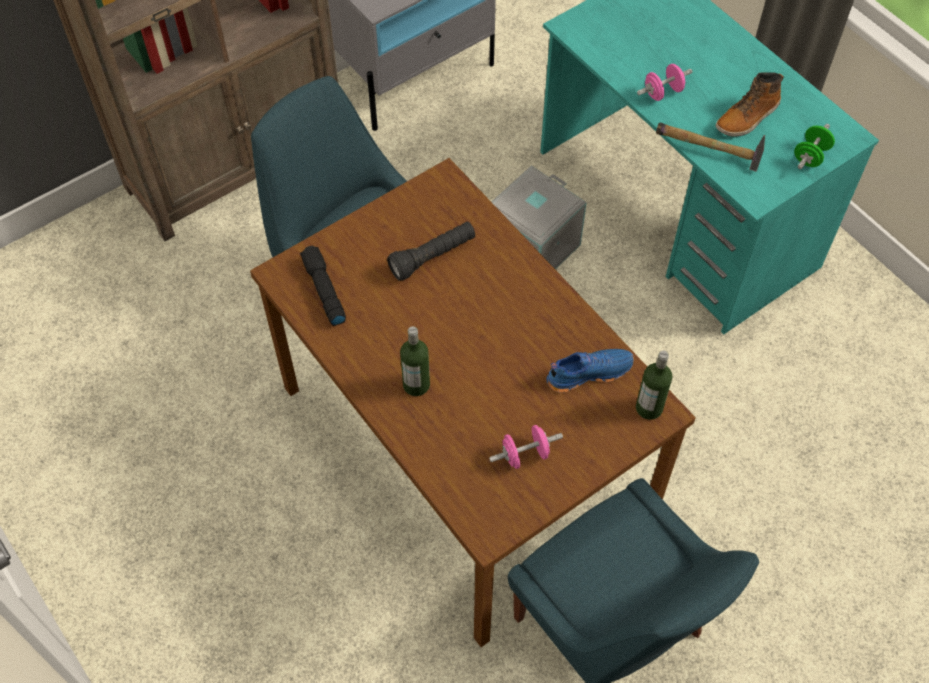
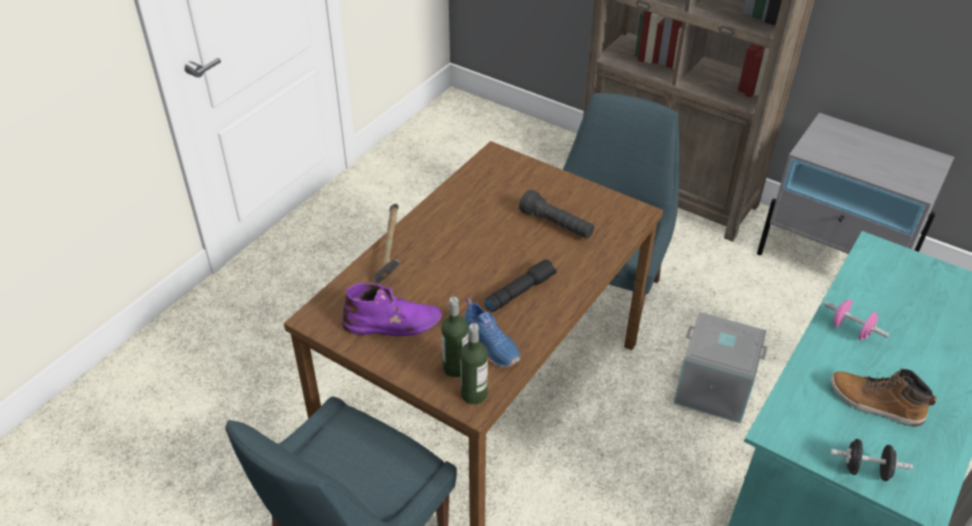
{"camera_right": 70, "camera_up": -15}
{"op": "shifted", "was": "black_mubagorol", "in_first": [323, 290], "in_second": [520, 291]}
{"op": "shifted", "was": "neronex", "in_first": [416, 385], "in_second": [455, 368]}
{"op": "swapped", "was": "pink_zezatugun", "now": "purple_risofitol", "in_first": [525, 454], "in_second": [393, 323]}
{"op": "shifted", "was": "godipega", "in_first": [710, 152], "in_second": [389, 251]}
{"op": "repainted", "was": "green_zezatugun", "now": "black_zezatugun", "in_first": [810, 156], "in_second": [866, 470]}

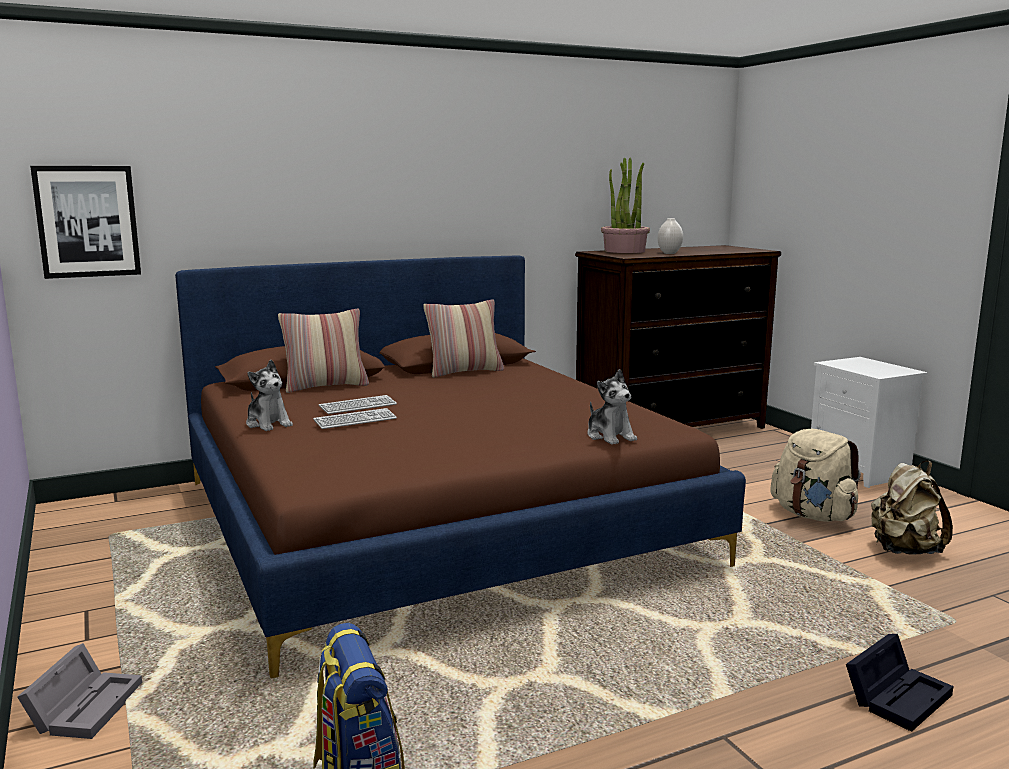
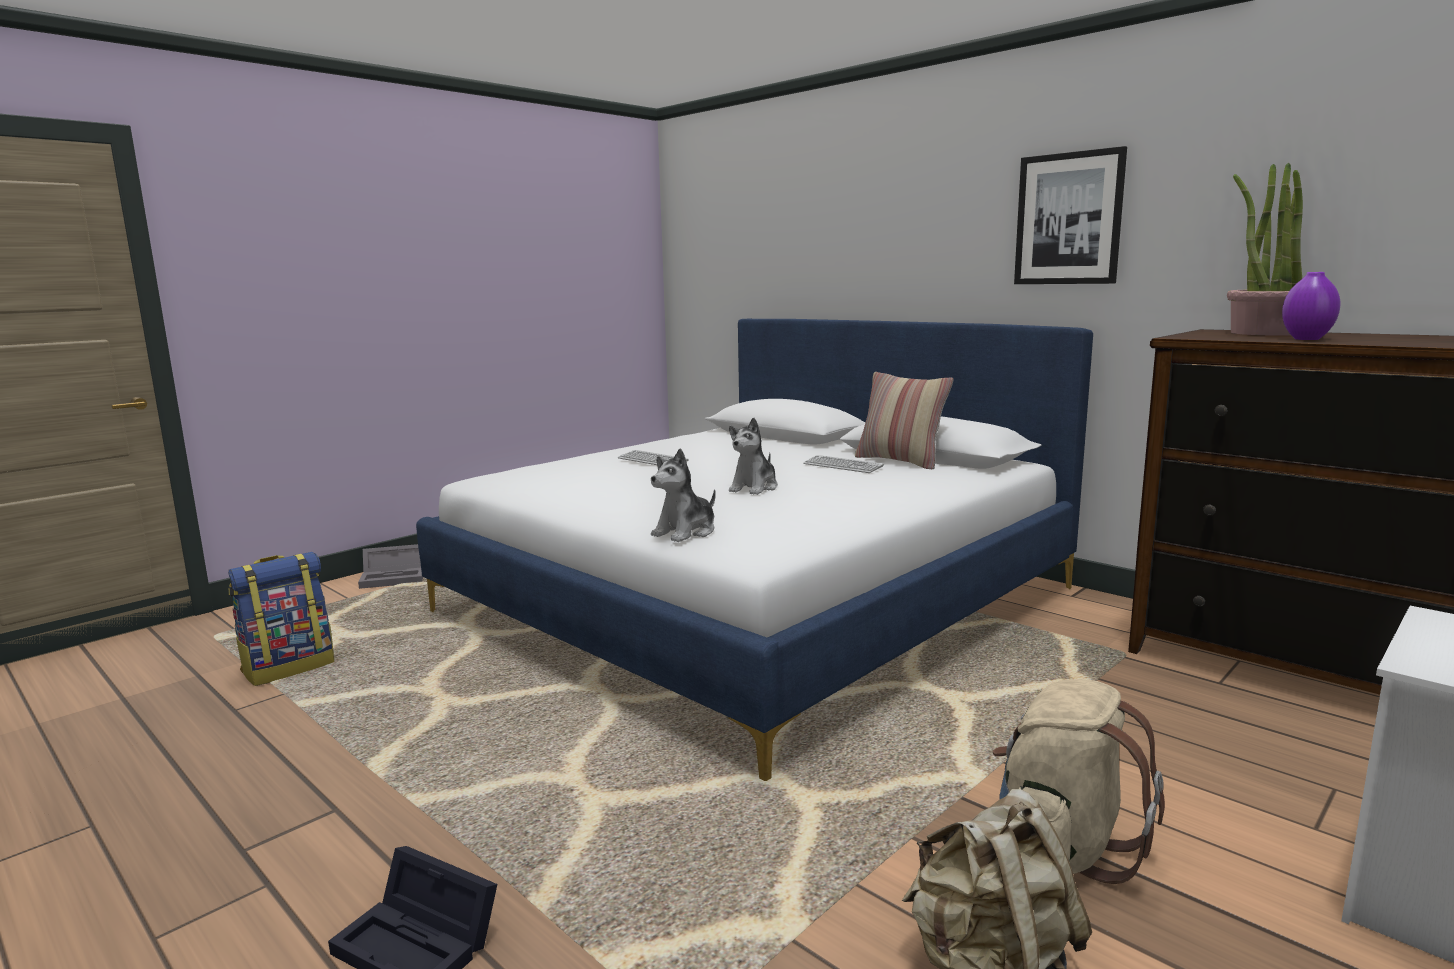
{"camera_right": 70, "camera_up": 0}
{"op": "shifted", "was": "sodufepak", "in_first": [87, 221], "in_second": [1068, 219]}
{"op": "repainted", "was": "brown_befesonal", "now": "white_befesonal", "in_first": [433, 520], "in_second": [756, 600]}
{"op": "shifted", "was": "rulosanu", "in_first": [268, 424], "in_second": [754, 488]}
{"op": "gone", "was": "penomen", "in_first": [325, 386]}
{"op": "shifted", "was": "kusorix", "in_first": [358, 406], "in_second": [842, 466]}
{"op": "repainted", "was": "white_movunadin", "now": "purple_movunadin", "in_first": [669, 253], "in_second": [1307, 339]}

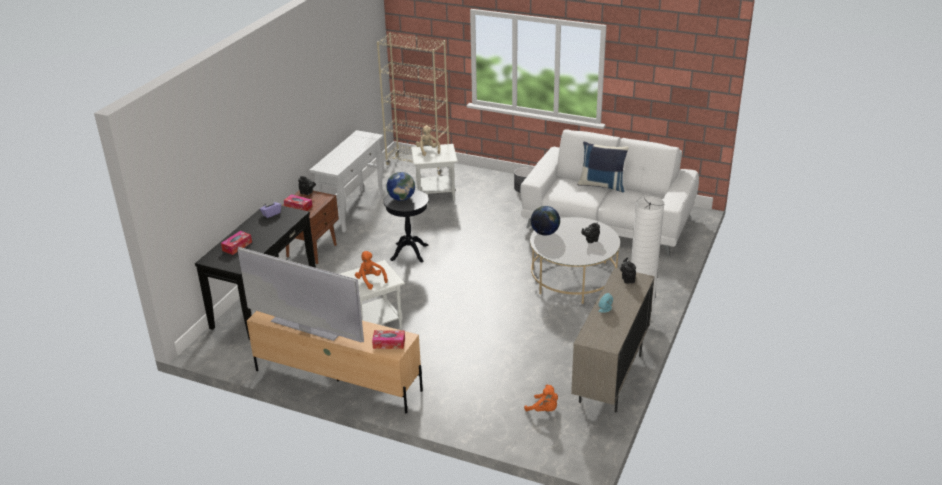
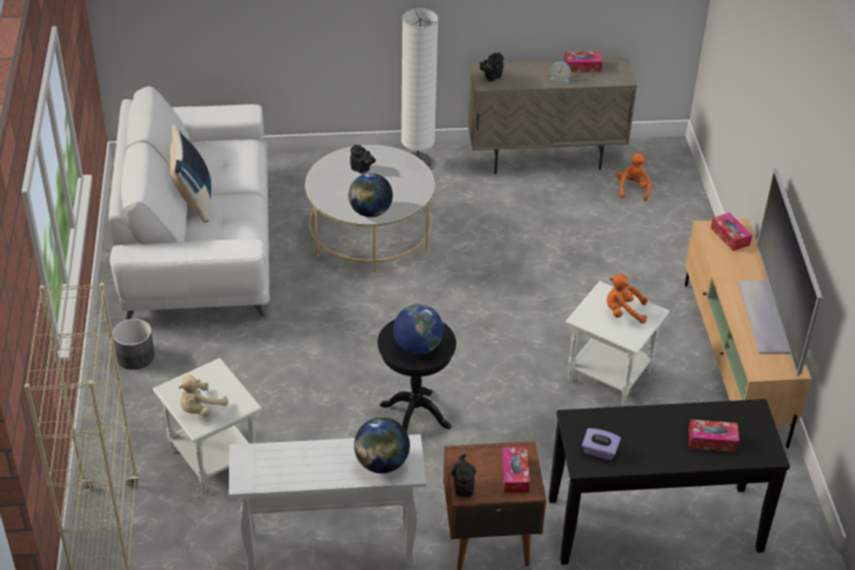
{"camera_right": -120, "camera_up": 10}
{"op": "rotated", "was": "orange_rulosanu", "in_first": [370, 280], "in_second": [623, 312], "clockwise": 75}
{"op": "new", "now": "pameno", "in_second": [381, 463]}
{"op": "new", "now": "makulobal", "in_second": [582, 66]}

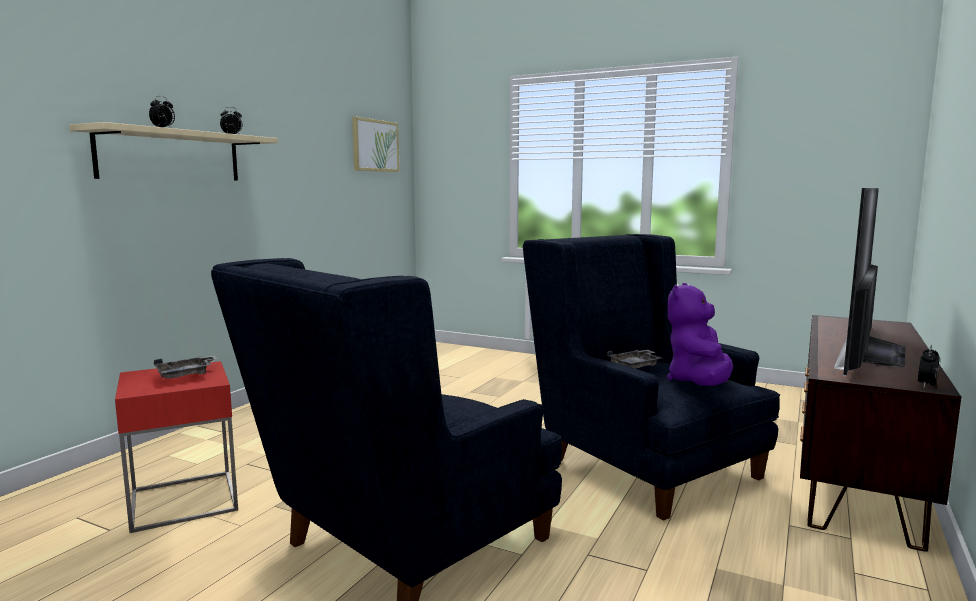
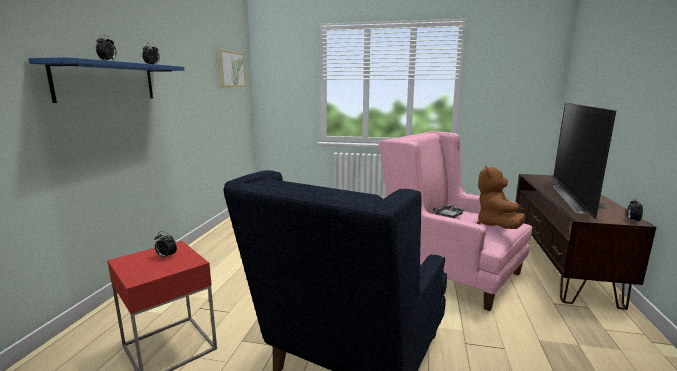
{"camera_right": -15, "camera_up": 5}
{"op": "repainted", "was": "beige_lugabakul", "now": "blue_lugabakul", "in_first": [171, 156], "in_second": [107, 82]}
{"op": "swapped", "was": "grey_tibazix", "now": "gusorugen", "in_first": [186, 374], "in_second": [166, 256]}
{"op": "repainted", "was": "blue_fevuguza", "now": "pink_fevuguza", "in_first": [640, 462], "in_second": [449, 272]}
{"op": "repainted", "was": "purple_rulosanu", "now": "brown_rulosanu", "in_first": [699, 383], "in_second": [496, 225]}

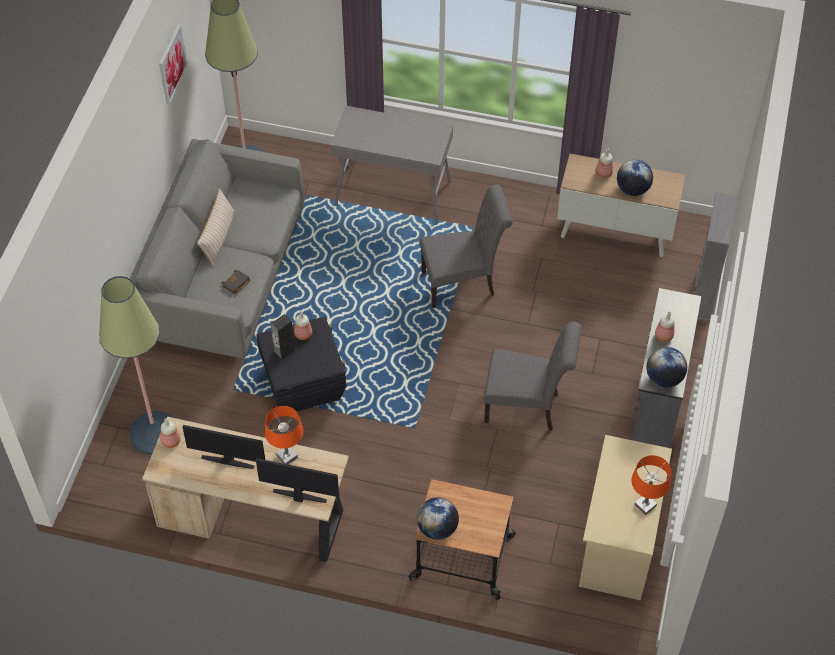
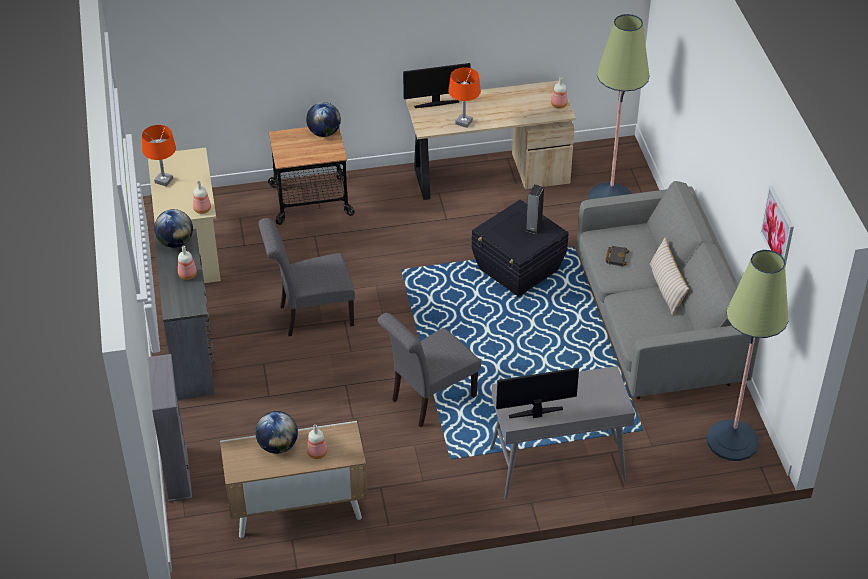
{"camera_right": 155, "camera_up": -10}
{"op": "shifted", "was": "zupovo", "in_first": [228, 460], "in_second": [536, 414]}
{"op": "shifted", "was": "neronex", "in_first": [303, 333], "in_second": [203, 209]}

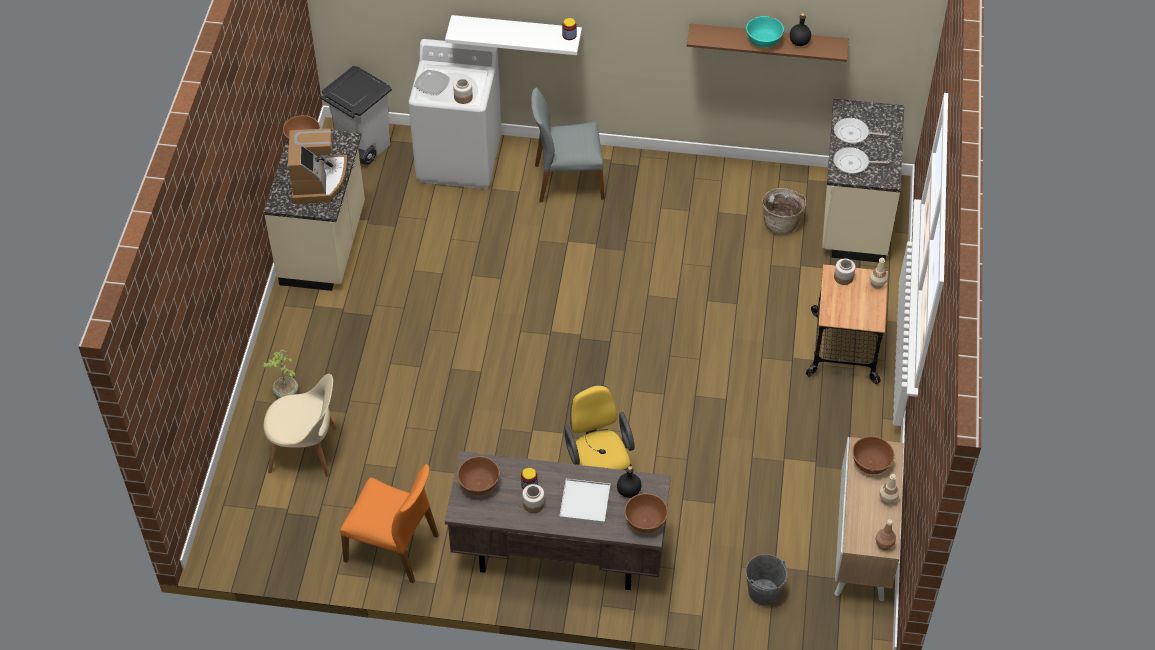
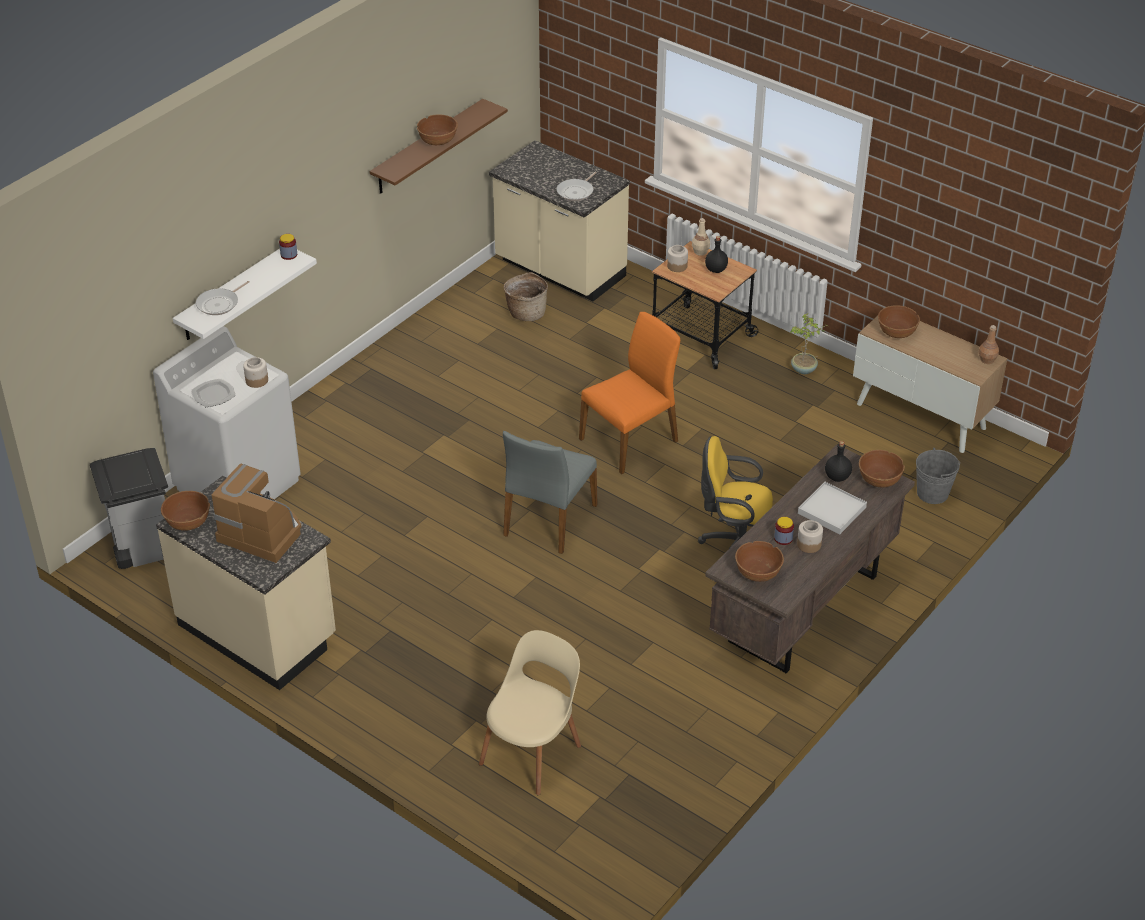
{"camera_right": -60, "camera_up": -10}
{"op": "shifted", "was": "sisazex", "in_first": [286, 393], "in_second": [804, 370]}
{"op": "shifted", "was": "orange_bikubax", "in_first": [393, 547], "in_second": [630, 440]}
{"op": "shifted", "was": "grey_bikubax", "in_first": [568, 180], "in_second": [548, 520]}
{"op": "repainted", "was": "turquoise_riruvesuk", "now": "brown_riruvesuk", "in_first": [763, 41], "in_second": [438, 141]}
{"op": "shifted", "was": "black_neronex", "in_first": [799, 42], "in_second": [715, 270]}
{"op": "shifted", "was": "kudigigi", "in_first": [853, 134], "in_second": [220, 304]}
{"op": "gone", "was": "beige_neronex", "in_first": [888, 499]}

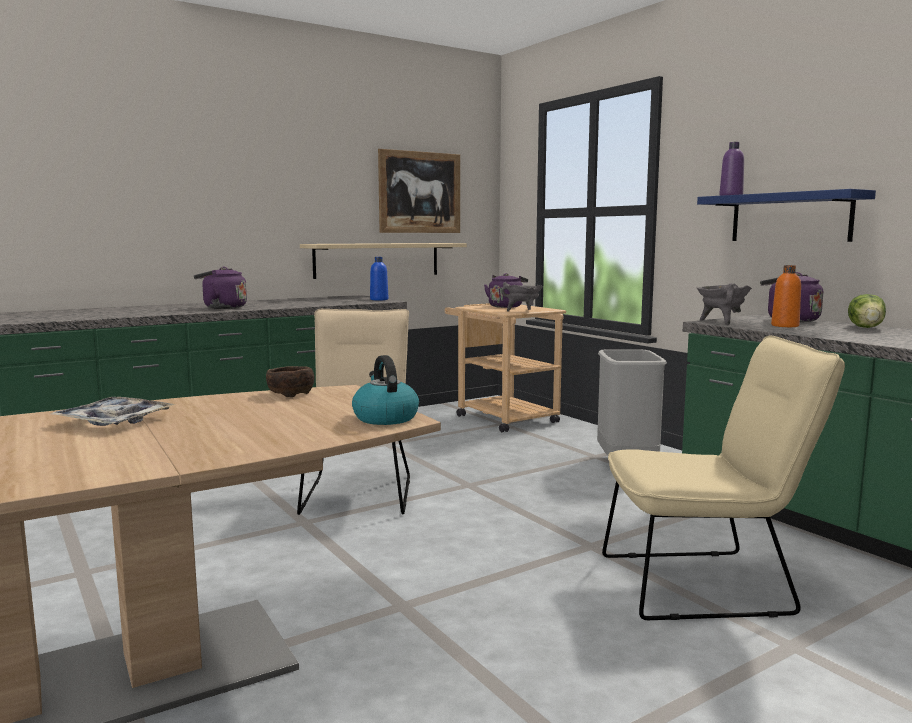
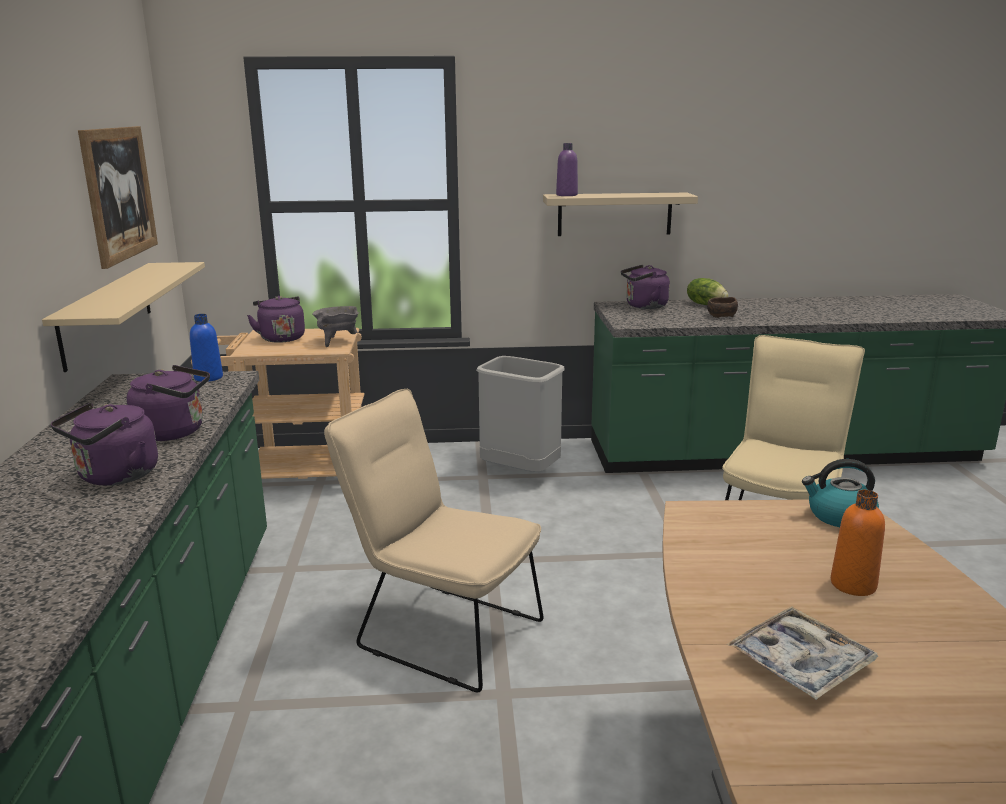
{"camera_right": -60, "camera_up": 10}
{"op": "shifted", "was": "brown_riruvesuk", "in_first": [290, 393], "in_second": [721, 316]}
{"op": "repainted", "was": "blue_lugabakul", "now": "beige_lugabakul", "in_first": [790, 218], "in_second": [614, 214]}
{"op": "gone", "was": "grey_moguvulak", "in_first": [721, 322]}
{"op": "shifted", "was": "orange_neronex", "in_first": [785, 326], "in_second": [853, 585]}
{"op": "new", "now": "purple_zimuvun", "in_second": [175, 432]}

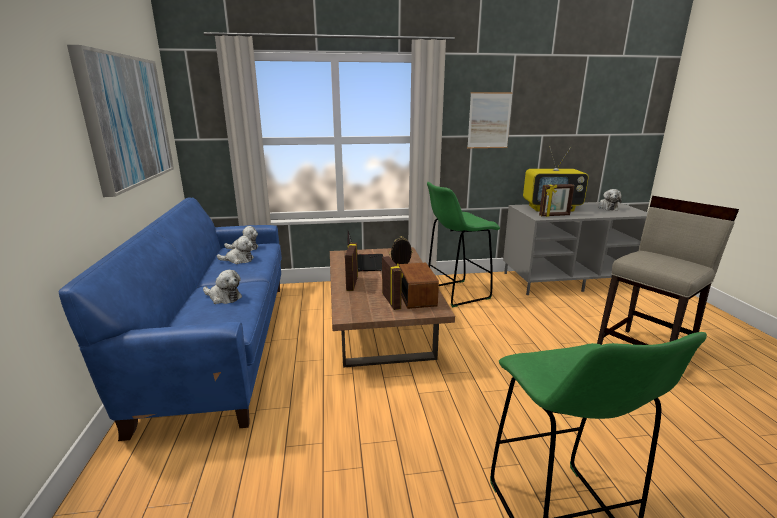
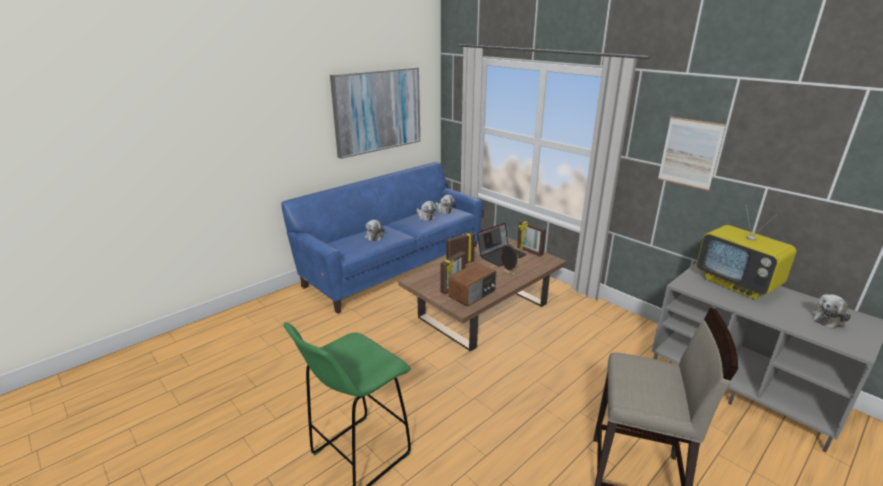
{"camera_right": 55, "camera_up": 5}
{"op": "gone", "was": "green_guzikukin", "in_first": [456, 293]}
{"op": "shifted", "was": "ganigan", "in_first": [554, 215], "in_second": [529, 251]}

